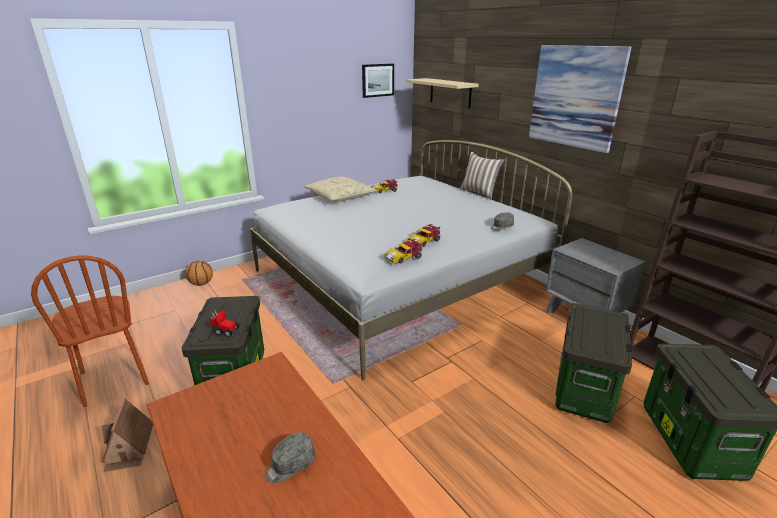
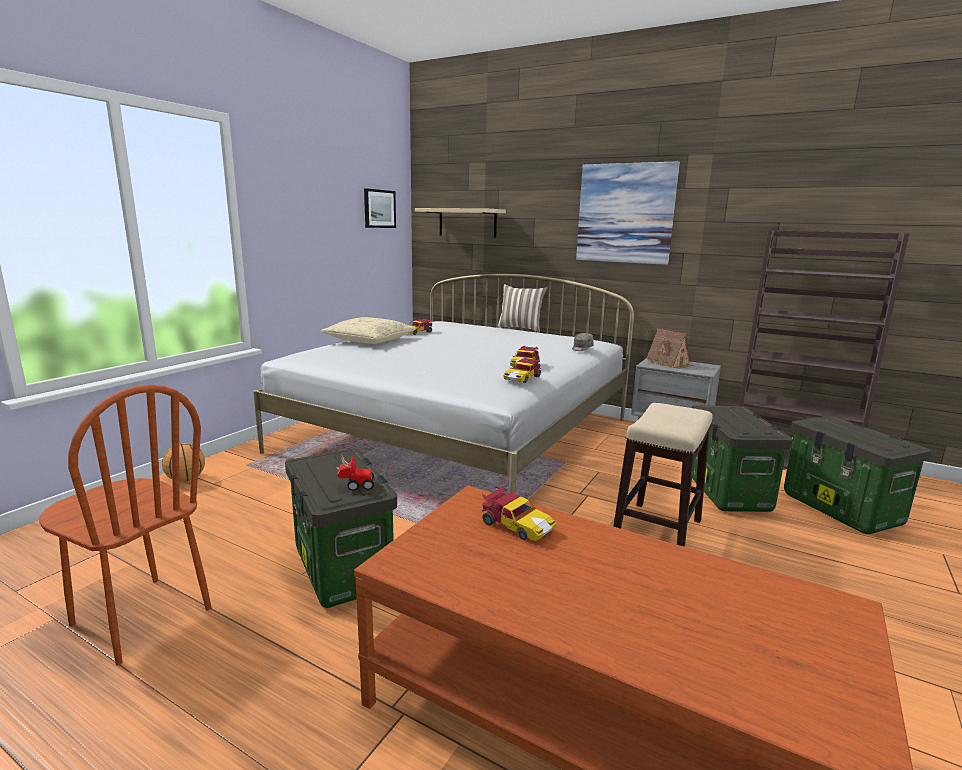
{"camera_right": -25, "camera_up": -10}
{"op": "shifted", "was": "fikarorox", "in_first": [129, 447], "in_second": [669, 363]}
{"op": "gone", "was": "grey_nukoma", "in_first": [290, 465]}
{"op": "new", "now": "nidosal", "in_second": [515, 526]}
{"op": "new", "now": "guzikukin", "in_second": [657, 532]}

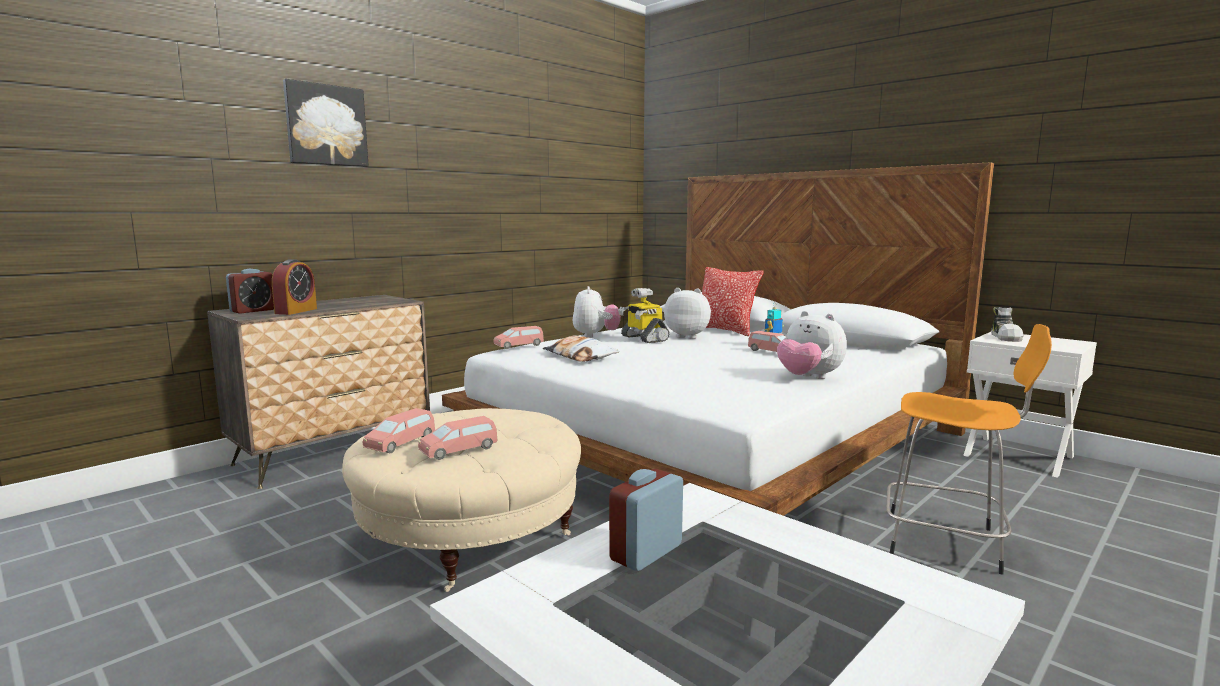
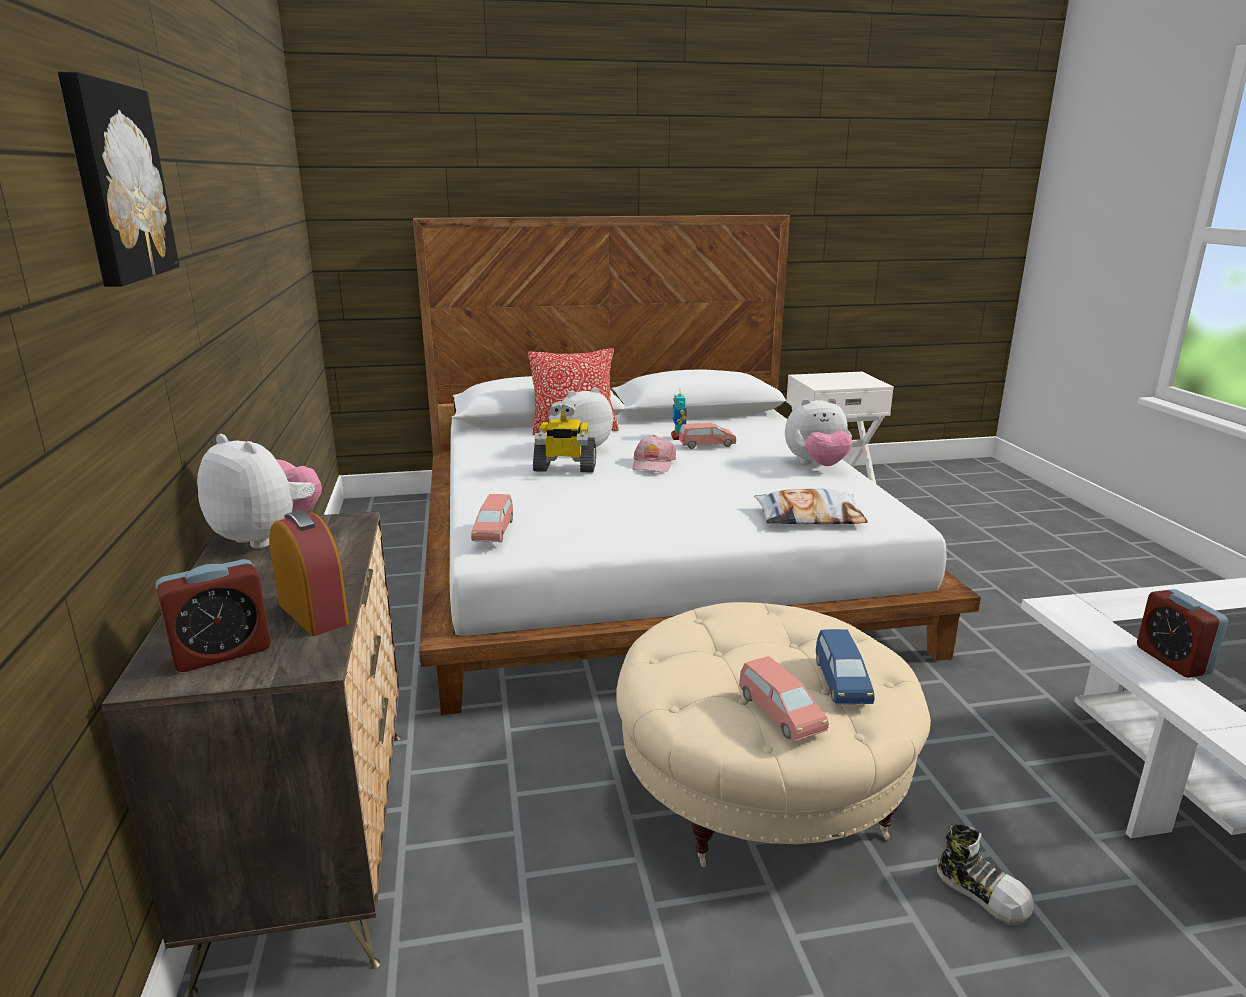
{"camera_right": -55, "camera_up": 10}
{"op": "rotated", "was": "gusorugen", "in_first": [253, 311], "in_second": [222, 653], "clockwise": 75}
{"op": "repainted", "was": "pink_nidosal", "now": "blue_nidosal", "in_first": [459, 450], "in_second": [841, 682]}
{"op": "shifted", "was": "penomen", "in_first": [580, 356], "in_second": [809, 517]}
{"op": "shifted", "was": "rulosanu", "in_first": [595, 336], "in_second": [267, 537]}
{"op": "gone", "was": "orange_guzikukin", "in_first": [947, 542]}
{"op": "shifted", "was": "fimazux", "in_first": [1006, 337], "in_second": [982, 892]}
{"op": "new", "now": "pink_nukoma", "in_second": [653, 464]}

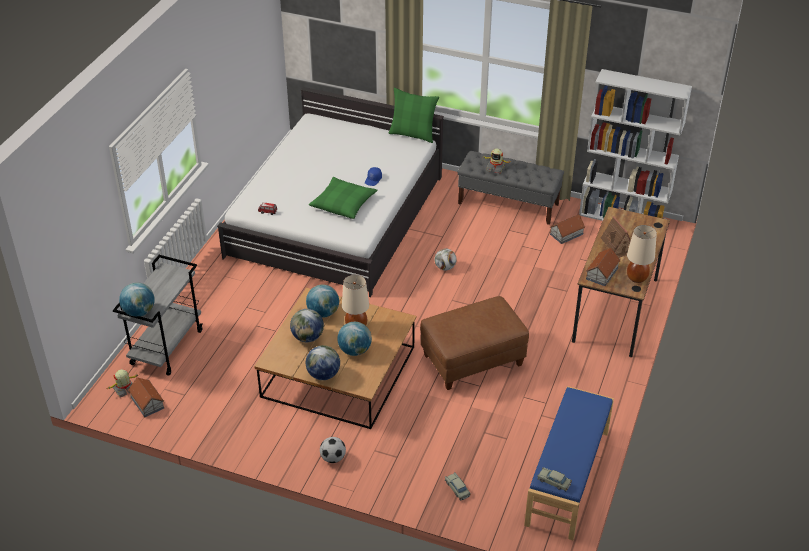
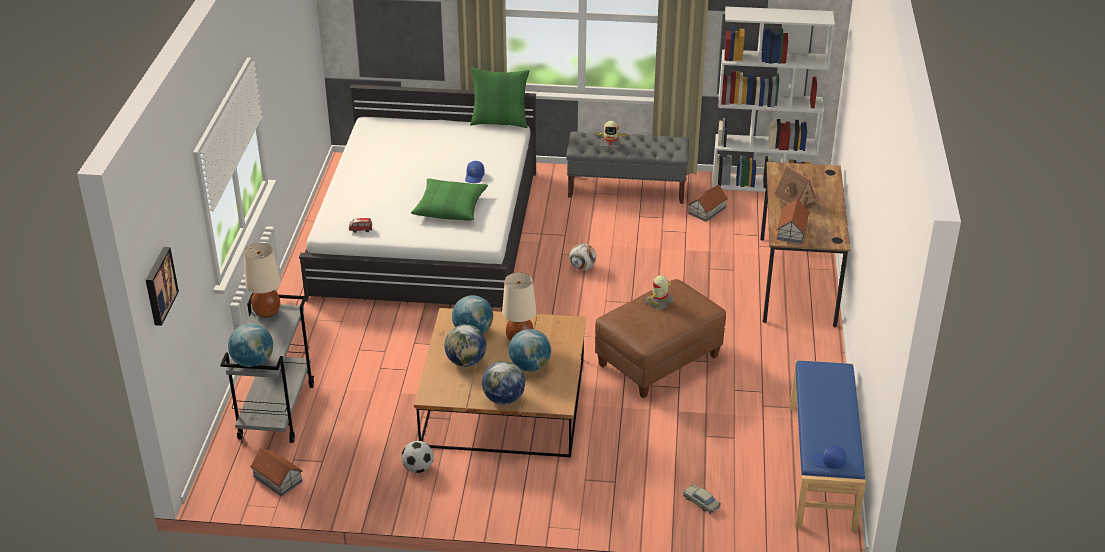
{"camera_right": -15, "camera_up": -5}
{"op": "shifted", "was": "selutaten", "in_first": [124, 389], "in_second": [659, 302]}
{"op": "shifted", "was": "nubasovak", "in_first": [333, 458], "in_second": [418, 468]}
{"op": "swapped", "was": "beige_nidosal", "now": "blue_nukoma", "in_first": [554, 482], "in_second": [828, 462]}
{"op": "shifted", "was": "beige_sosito", "in_first": [636, 278], "in_second": [266, 312]}
{"op": "new", "now": "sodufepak", "in_second": [159, 285]}

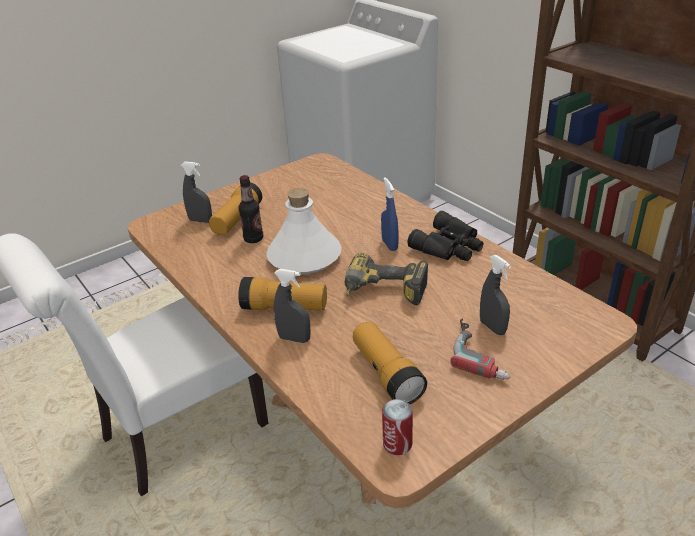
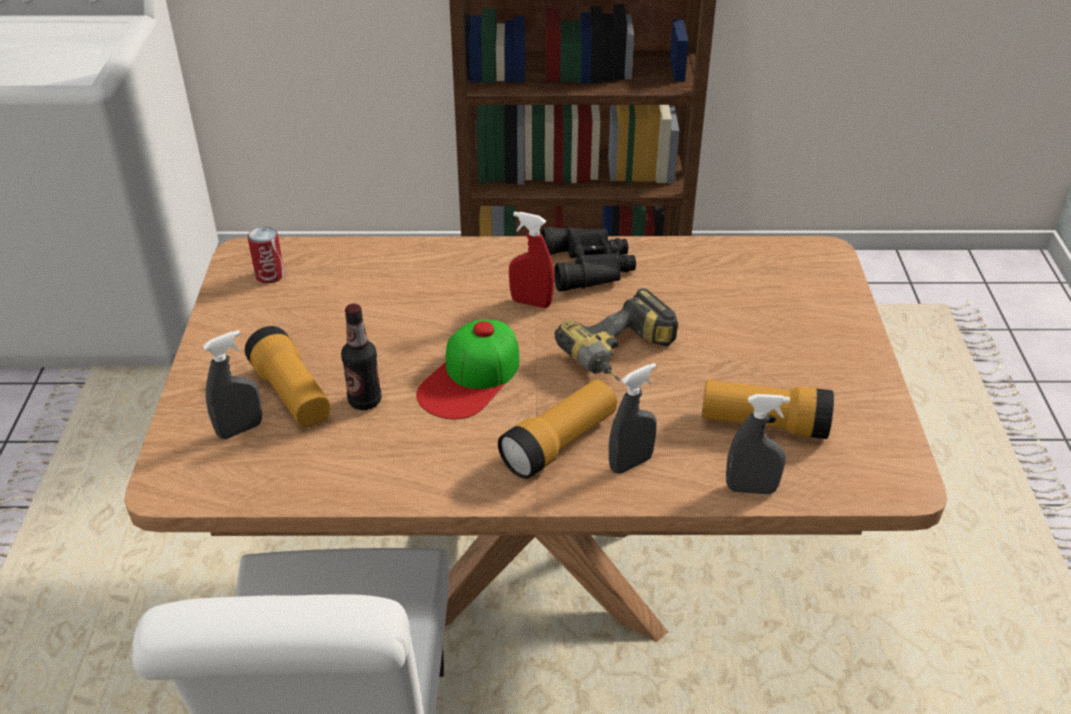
{"camera_right": -55, "camera_up": 5}
{"op": "swapped", "was": "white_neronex", "now": "nukoma", "in_first": [305, 257], "in_second": [470, 378]}
{"op": "repainted", "was": "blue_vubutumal", "now": "red_vubutumal", "in_first": [389, 244], "in_second": [531, 302]}
{"op": "shifted", "was": "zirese", "in_first": [397, 444], "in_second": [269, 275]}
{"op": "gone", "was": "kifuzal", "in_first": [482, 353]}
{"op": "shifted", "was": "grey_vubutumal", "in_first": [492, 327], "in_second": [751, 489]}

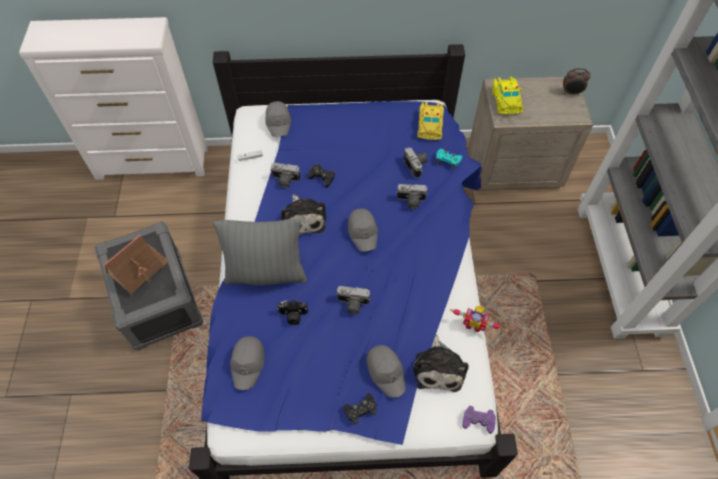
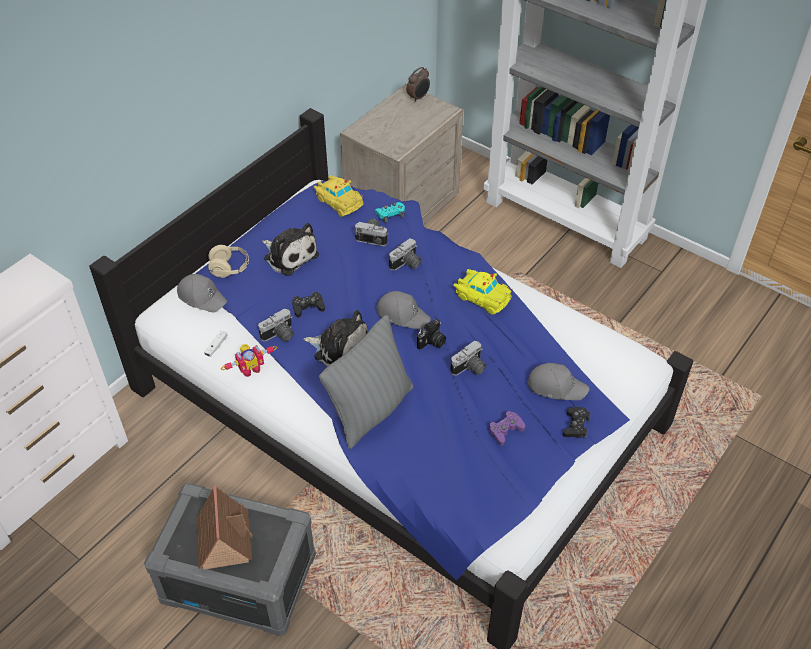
{"camera_right": -50, "camera_up": -10}
{"op": "gone", "was": "grey_nukoma", "in_first": [248, 363]}
{"op": "shifted", "was": "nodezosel", "in_first": [293, 316], "in_second": [432, 342]}
{"op": "shifted", "was": "rulosanu", "in_first": [438, 367], "in_second": [289, 255]}
{"op": "shifted", "was": "selutaten", "in_first": [474, 324], "in_second": [250, 368]}
{"op": "shifted", "was": "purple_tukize", "in_first": [478, 420], "in_second": [505, 430]}
{"op": "shifted", "was": "yellow_nidosal", "in_first": [506, 100], "in_second": [482, 296]}
{"op": "new", "now": "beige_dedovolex", "in_second": [230, 268]}

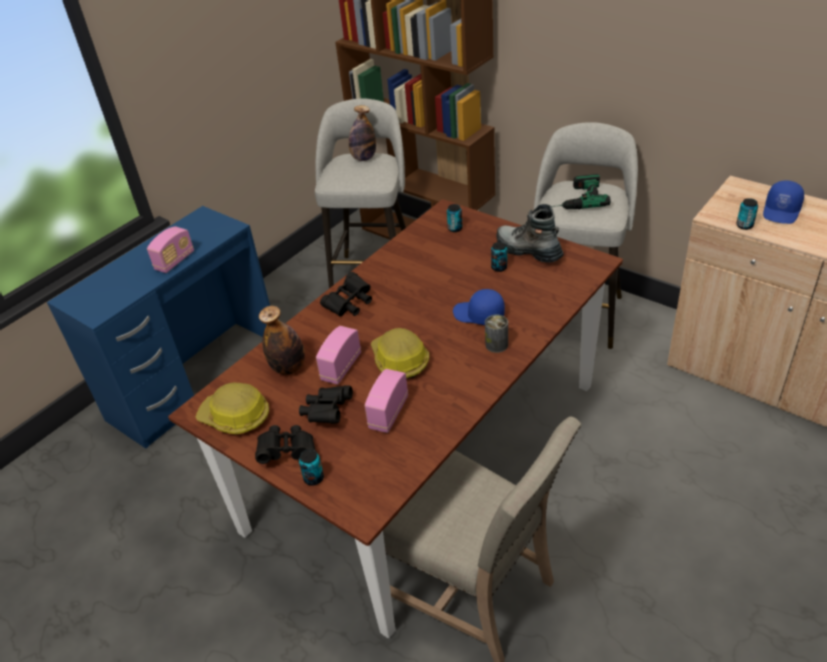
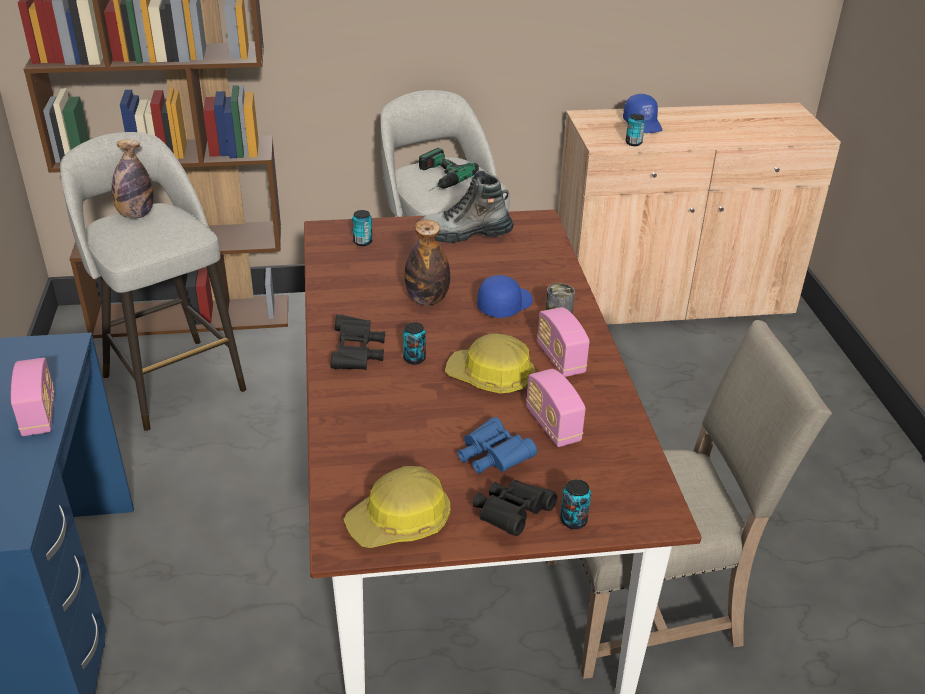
{"camera_right": -50, "camera_up": -5}
{"op": "shifted", "was": "neronex", "in_first": [288, 367], "in_second": [427, 299]}
{"op": "repainted", "was": "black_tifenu", "now": "blue_tifenu", "in_first": [327, 412], "in_second": [492, 459]}
{"op": "shifted", "was": "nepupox", "in_first": [341, 367], "in_second": [560, 359]}
{"op": "rotated", "was": "blue_nukoma", "in_first": [478, 315], "in_second": [504, 305], "clockwise": 150}
{"op": "shifted", "was": "zirese", "in_first": [499, 267], "in_second": [414, 359]}

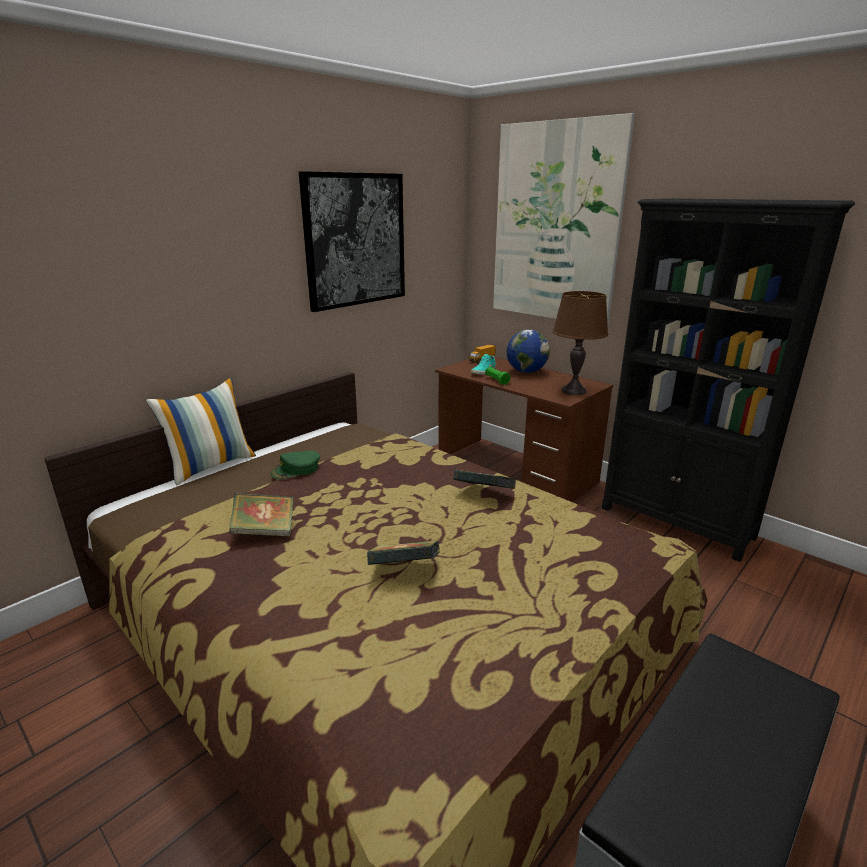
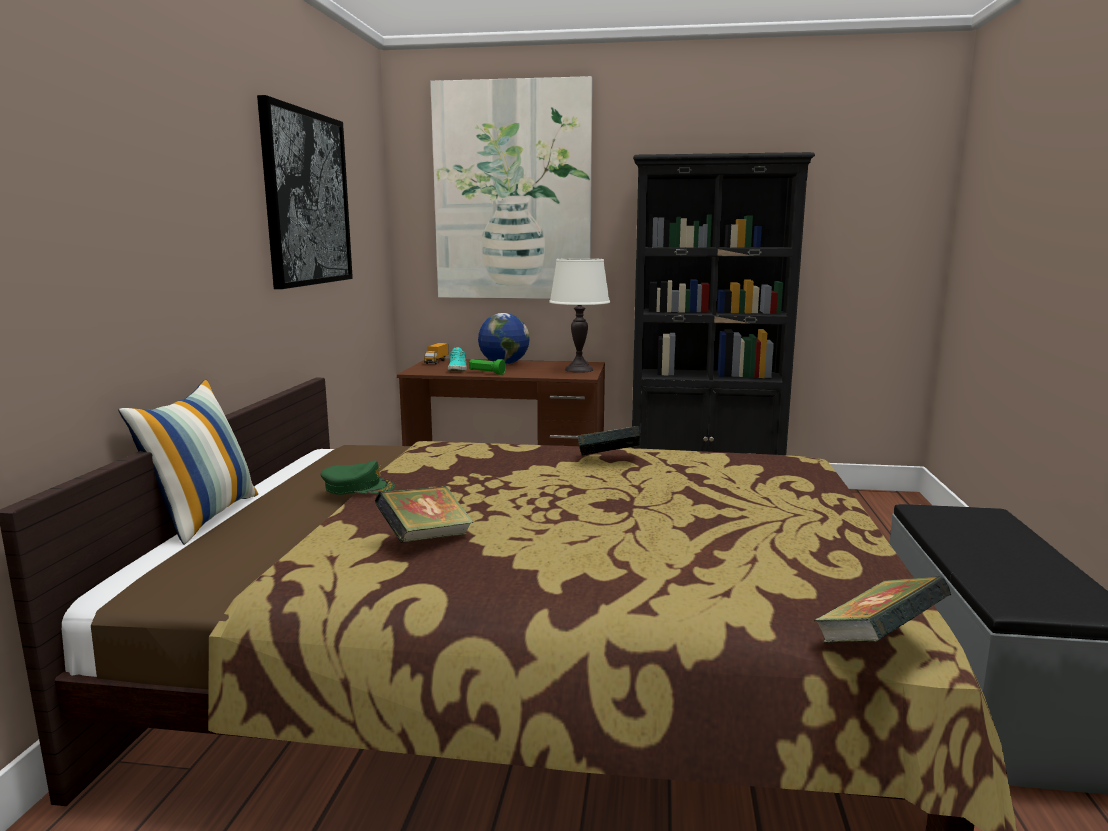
{"camera_right": -35, "camera_up": -10}
{"op": "rotated", "was": "green_nukoma", "in_first": [296, 469], "in_second": [358, 487], "clockwise": -105}
{"op": "shifted", "was": "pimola", "in_first": [404, 570], "in_second": [877, 642]}
{"op": "repainted", "was": "brown_sosito", "now": "white_sosito", "in_first": [573, 390], "in_second": [578, 370]}

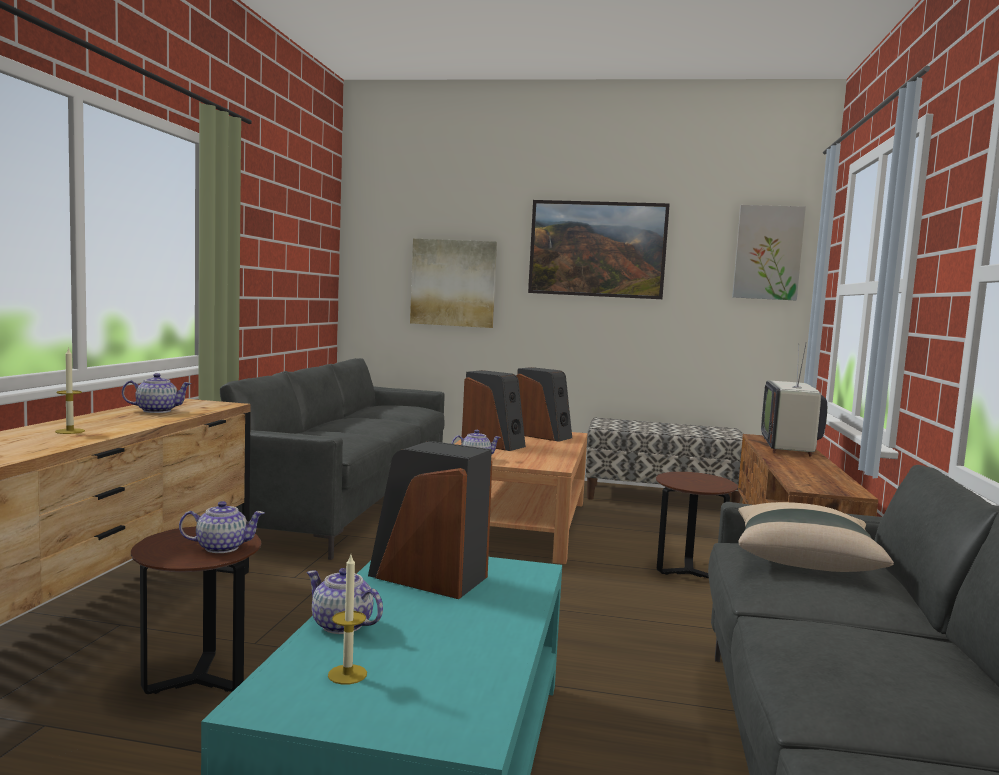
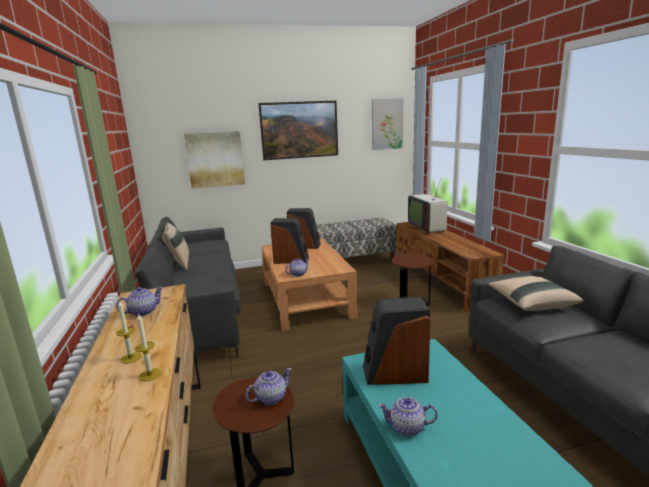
{"camera_right": -25, "camera_up": 10}
{"op": "shifted", "was": "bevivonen", "in_first": [347, 674], "in_second": [150, 375]}
{"op": "new", "now": "beige_penomen", "in_second": [179, 264]}

